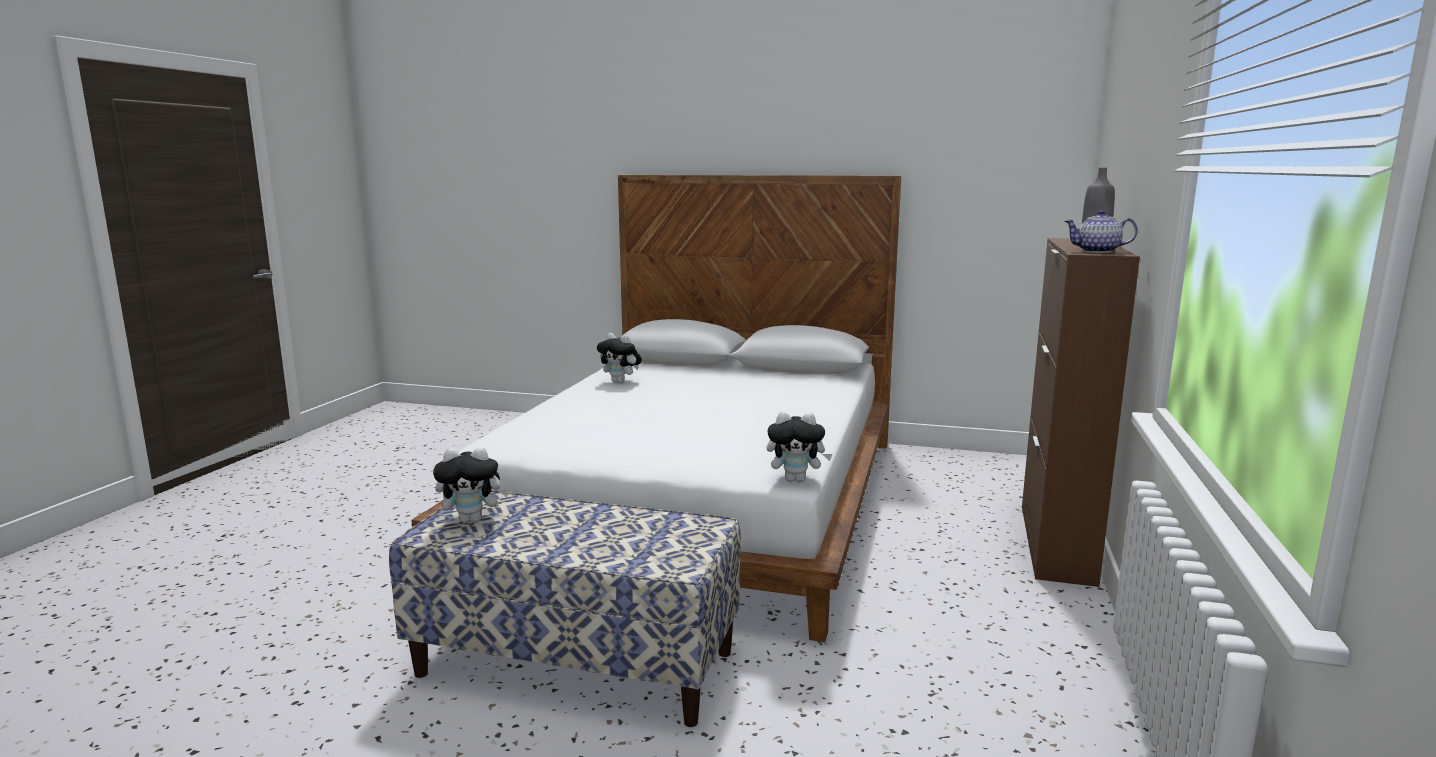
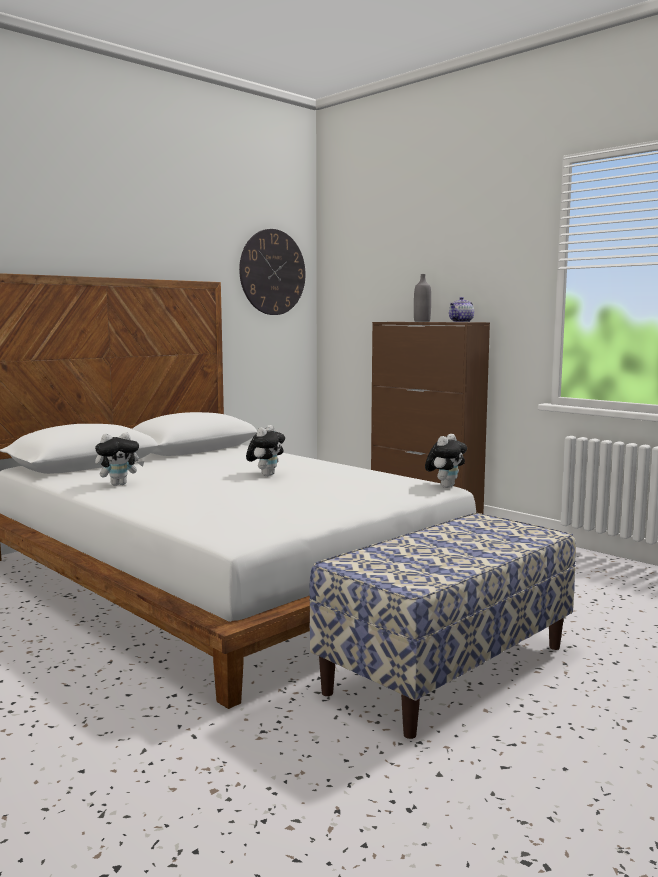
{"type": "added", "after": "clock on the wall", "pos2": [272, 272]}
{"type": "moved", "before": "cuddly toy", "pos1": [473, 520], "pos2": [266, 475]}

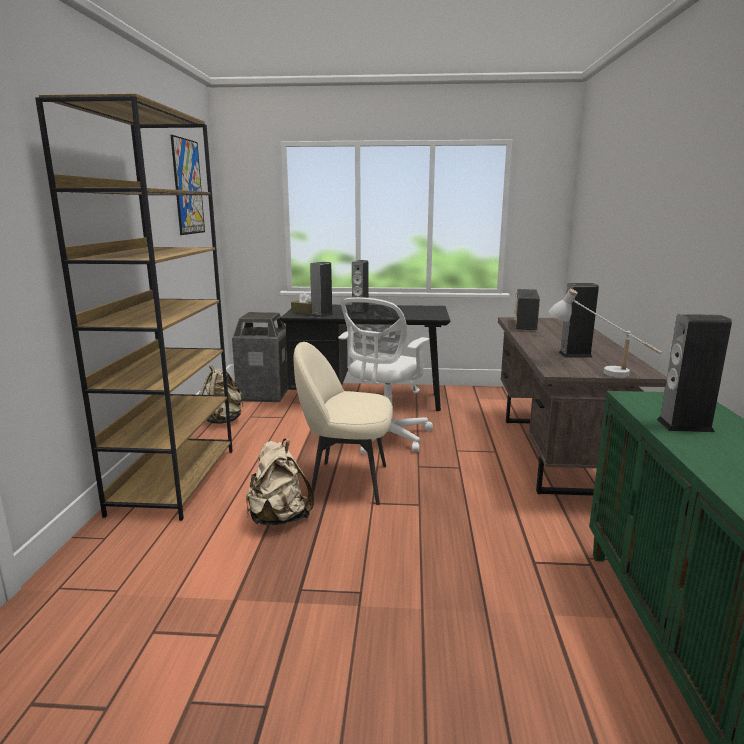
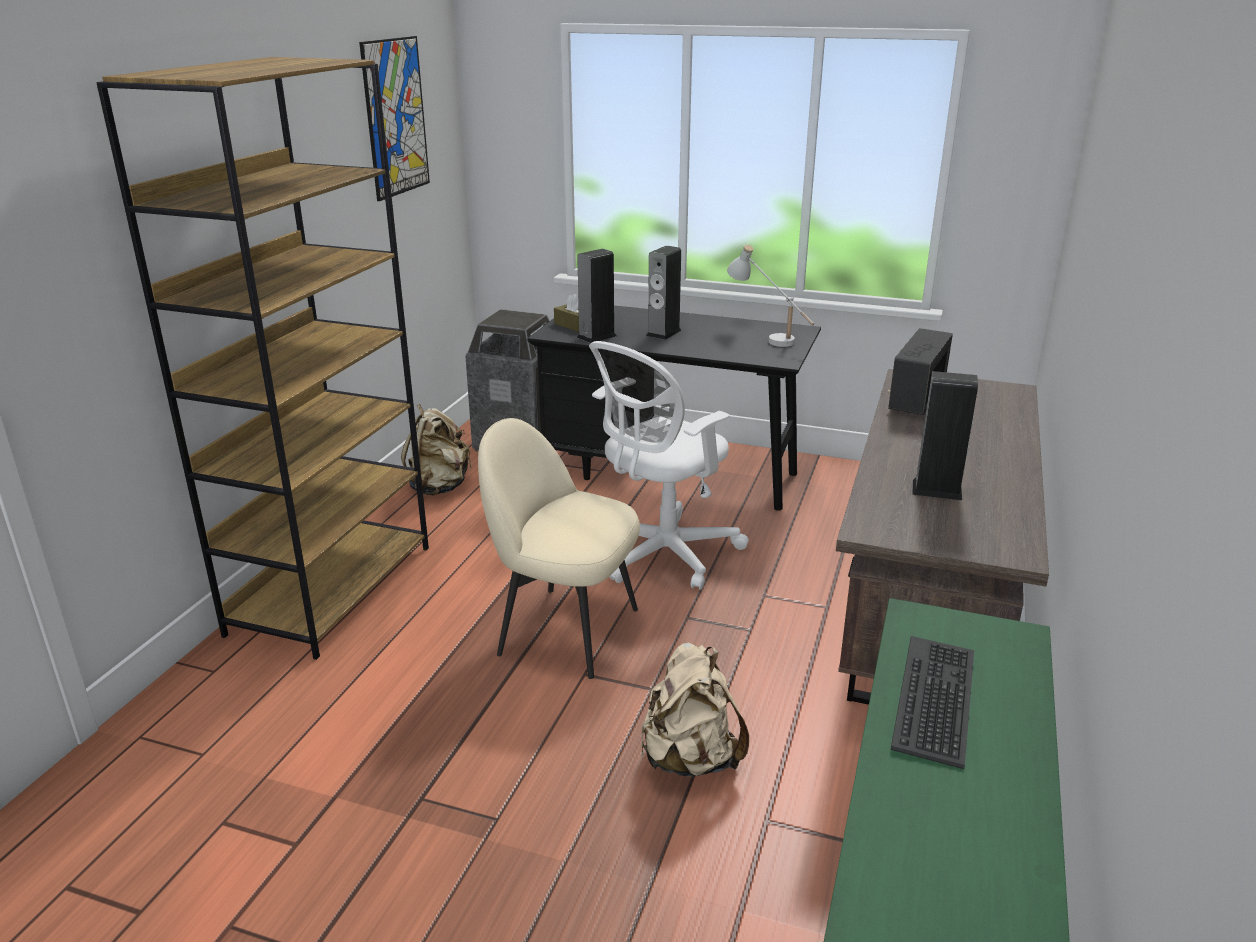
{"type": "moved", "before": "beige rucksack", "pos1": [279, 518], "pos2": [690, 758]}
{"type": "moved", "before": "whitish table lamp", "pos1": [597, 370], "pos2": [768, 337]}
{"type": "replaced", "before": "loudspeaker", "after": "keyboard", "pos1": [684, 425], "pos2": [936, 699]}

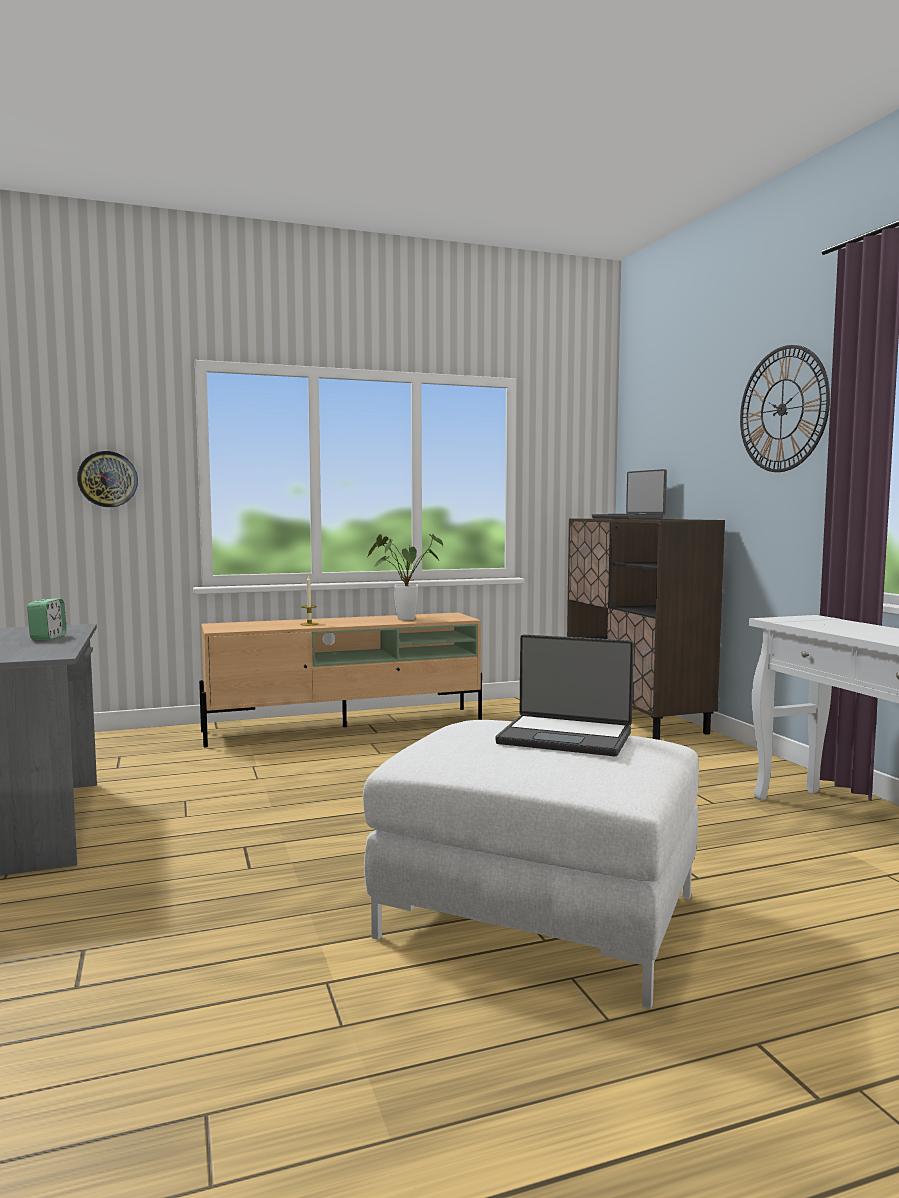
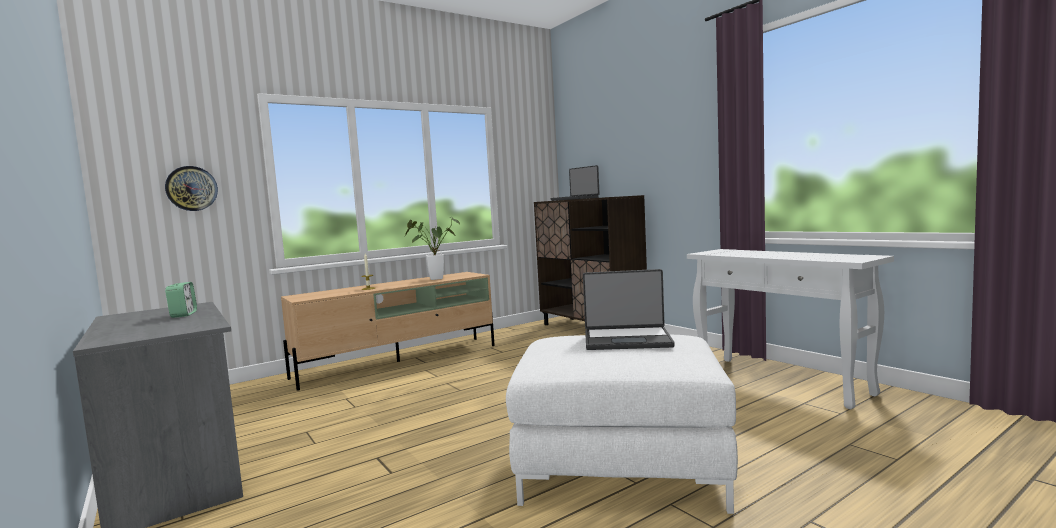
{"type": "removed", "before": "clock on the wall", "pos1": [782, 409]}

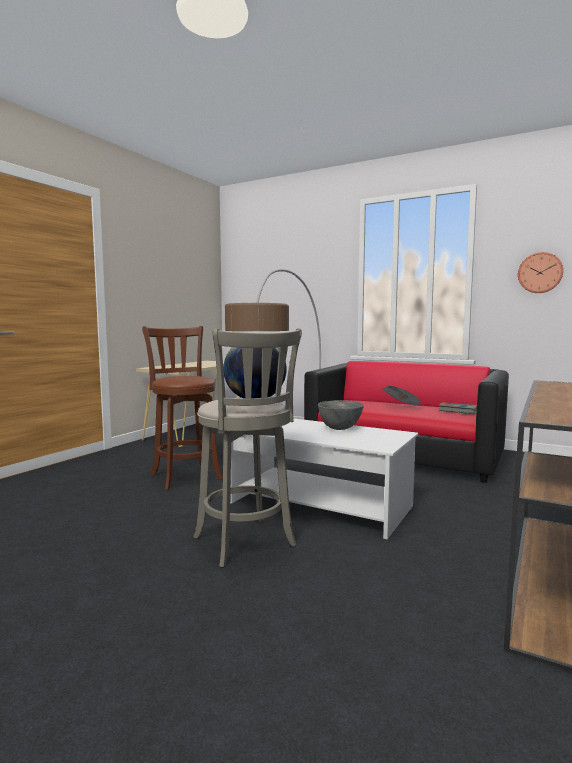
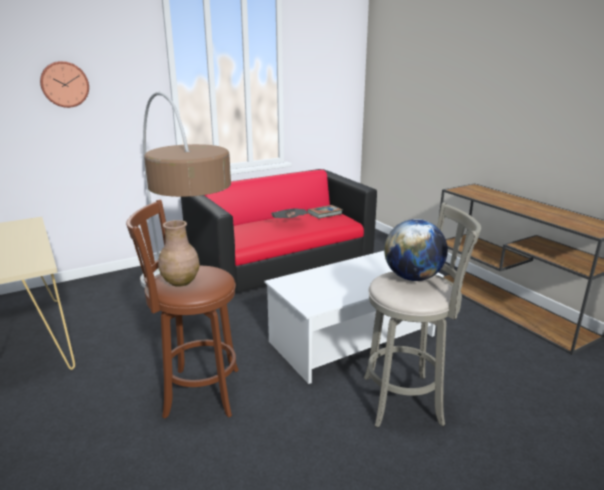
{"type": "moved", "before": "clock on the wall", "pos1": [540, 273], "pos2": [64, 84]}
{"type": "added", "after": "brown flower vase", "pos2": [180, 282]}
{"type": "removed", "before": "greyish bowl", "pos1": [339, 428]}

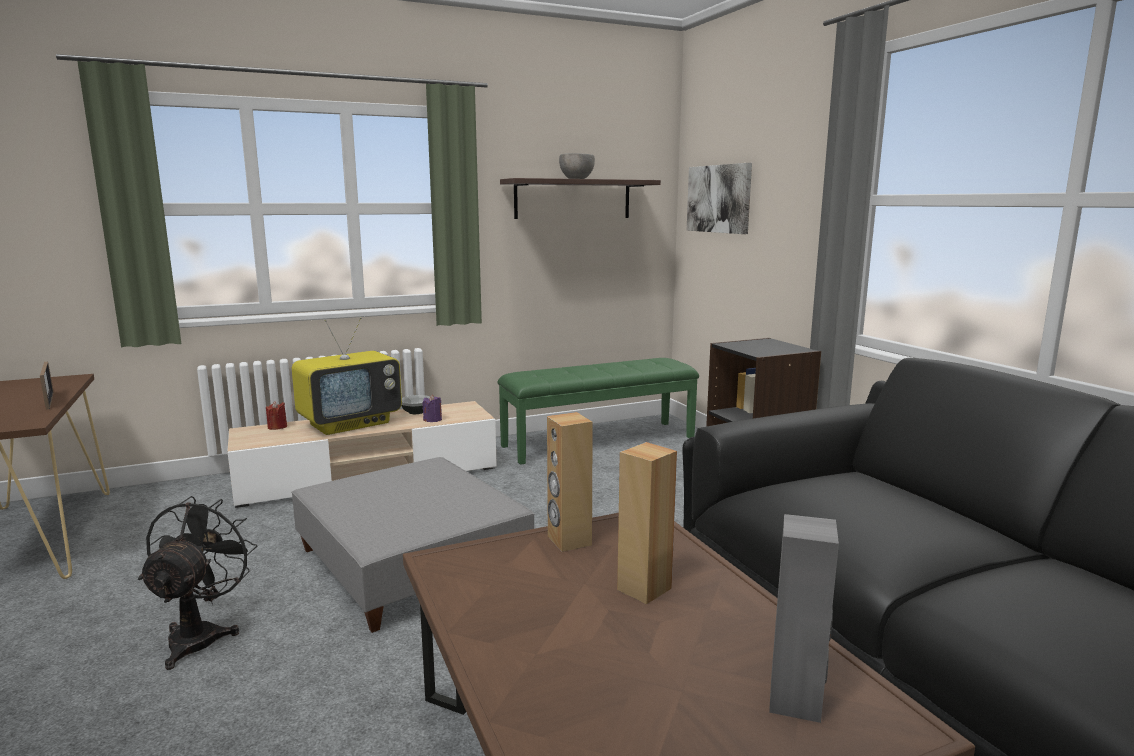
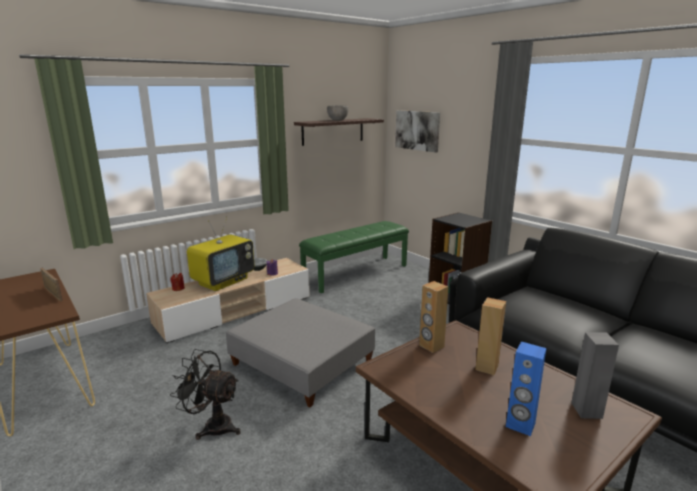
{"type": "turned", "before": "black-coloured cooling fan", "pos1": [201, 635], "pos2": [212, 426], "turn": -60}
{"type": "added", "after": "blue-coloured loudspeaker", "pos2": [520, 425]}

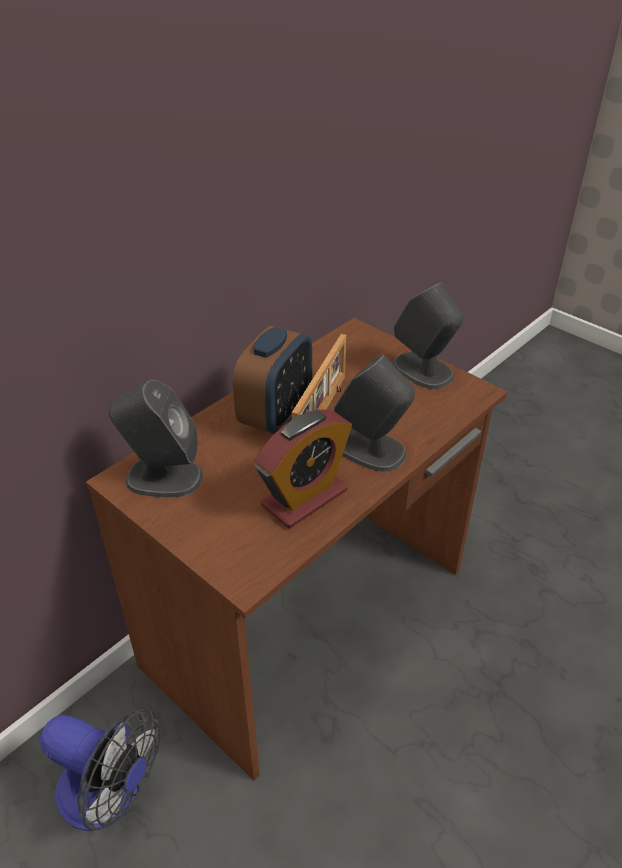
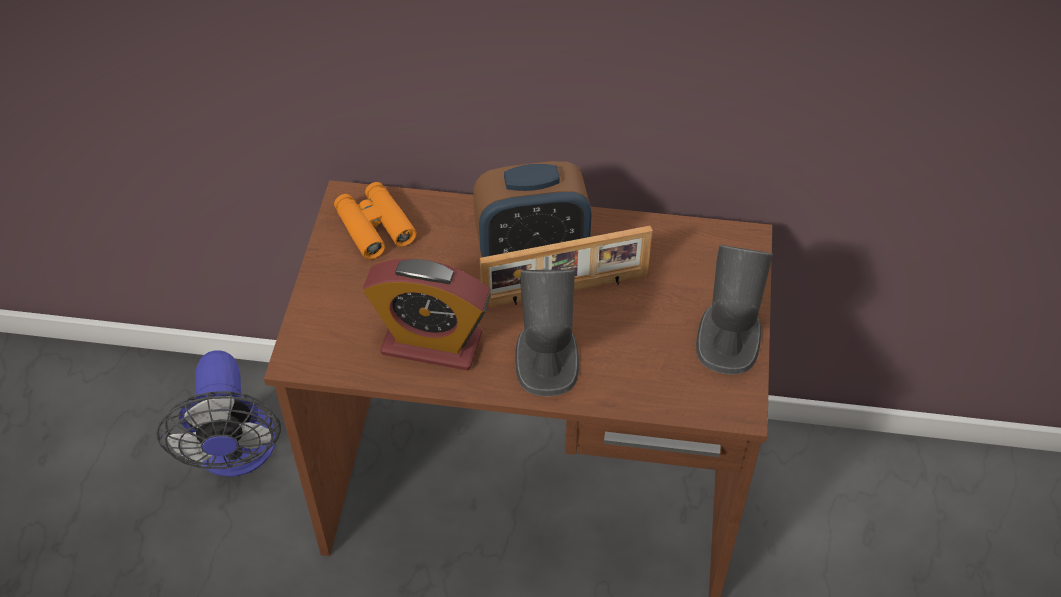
{"type": "replaced", "before": "greyish loudspeaker", "after": "orange pair of binoculars", "pos1": [163, 477], "pos2": [375, 227]}

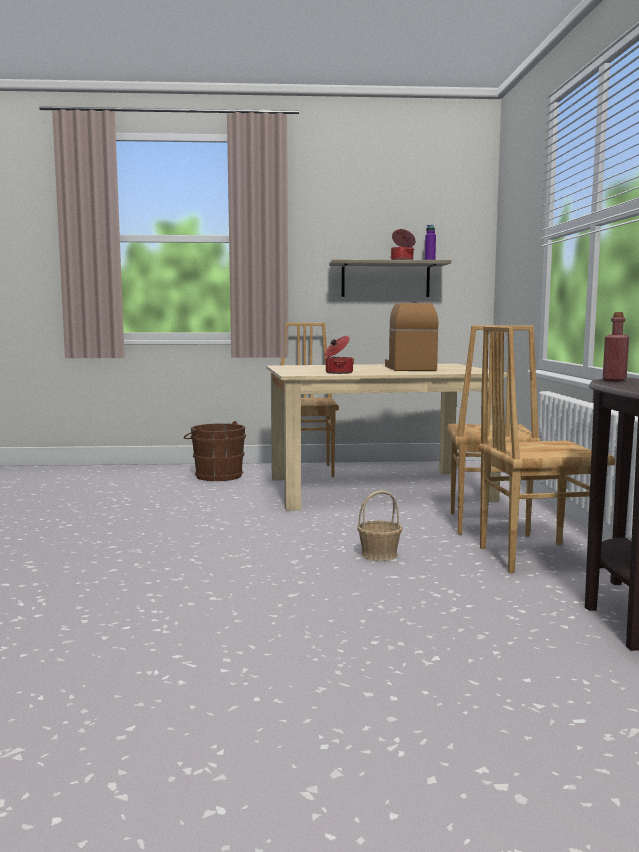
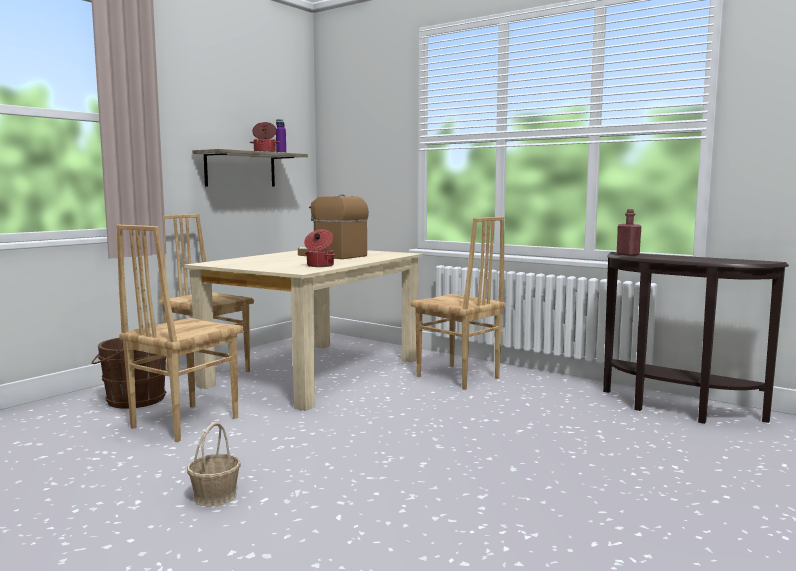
{"type": "moved", "before": "brown chair", "pos1": [534, 557], "pos2": [183, 422]}
{"type": "moved", "before": "household basket", "pos1": [379, 555], "pos2": [215, 496]}

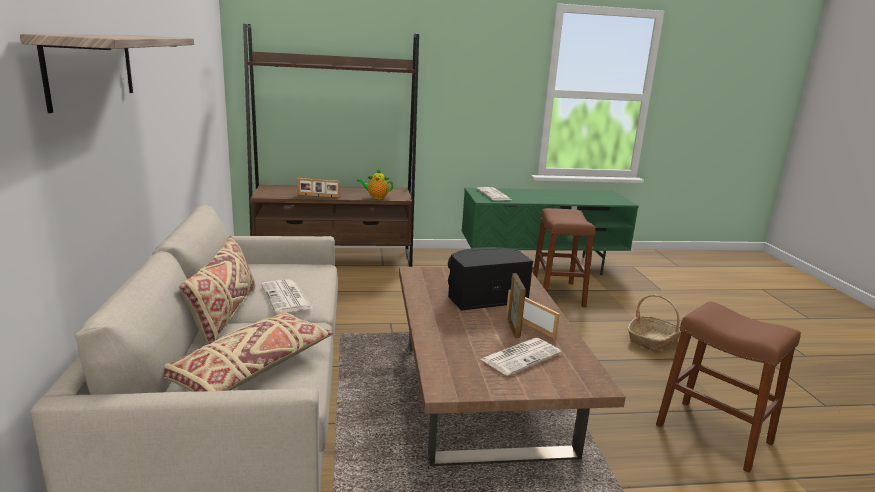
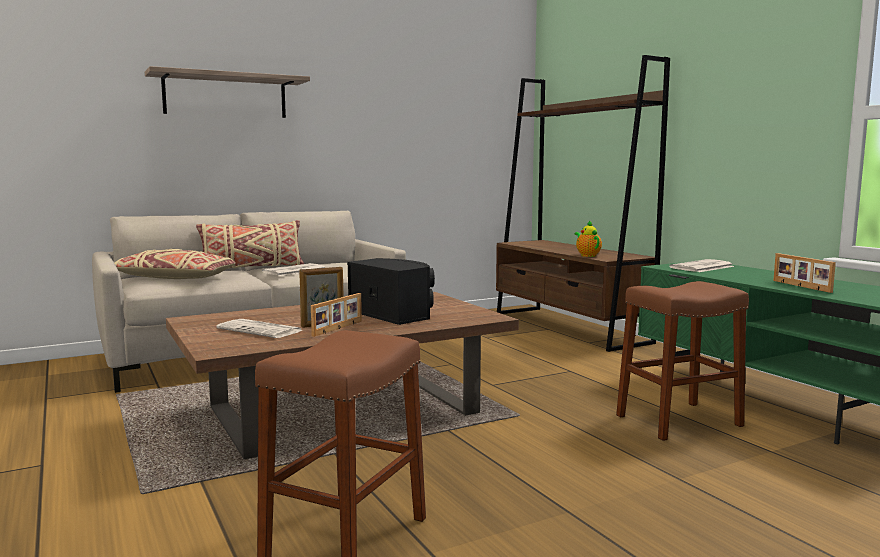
{"type": "moved", "before": "picture frame", "pos1": [318, 196], "pos2": [800, 286]}
{"type": "removed", "before": "household basket", "pos1": [653, 340]}

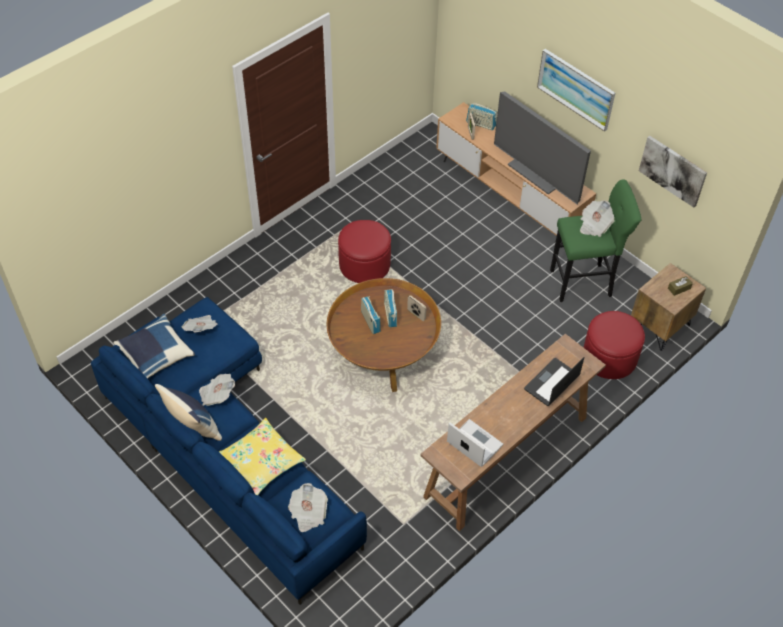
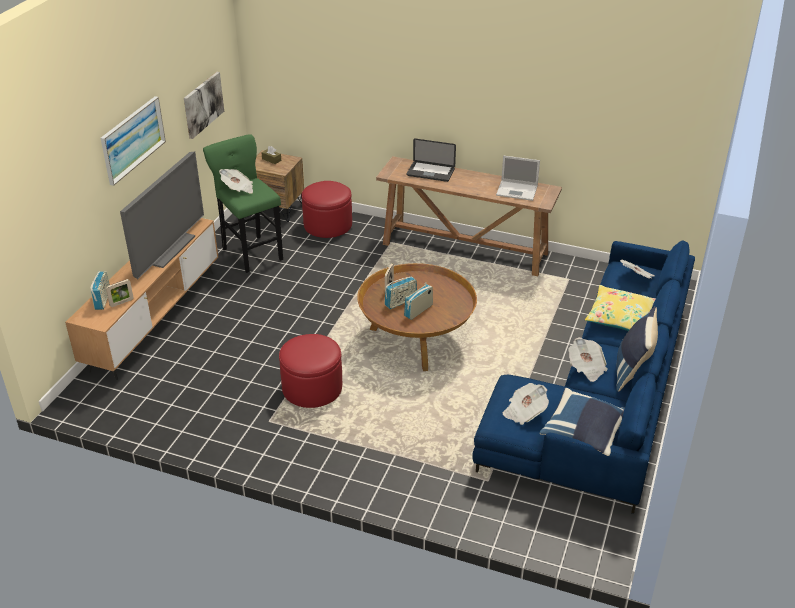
{"type": "turned", "before": "portable computer", "pos1": [473, 443], "pos2": [517, 191], "turn": -90}

